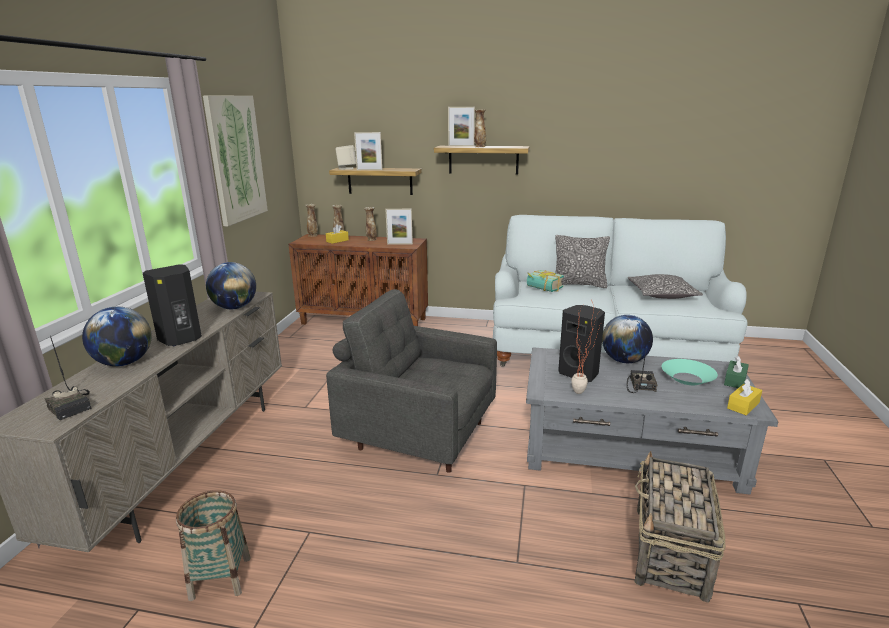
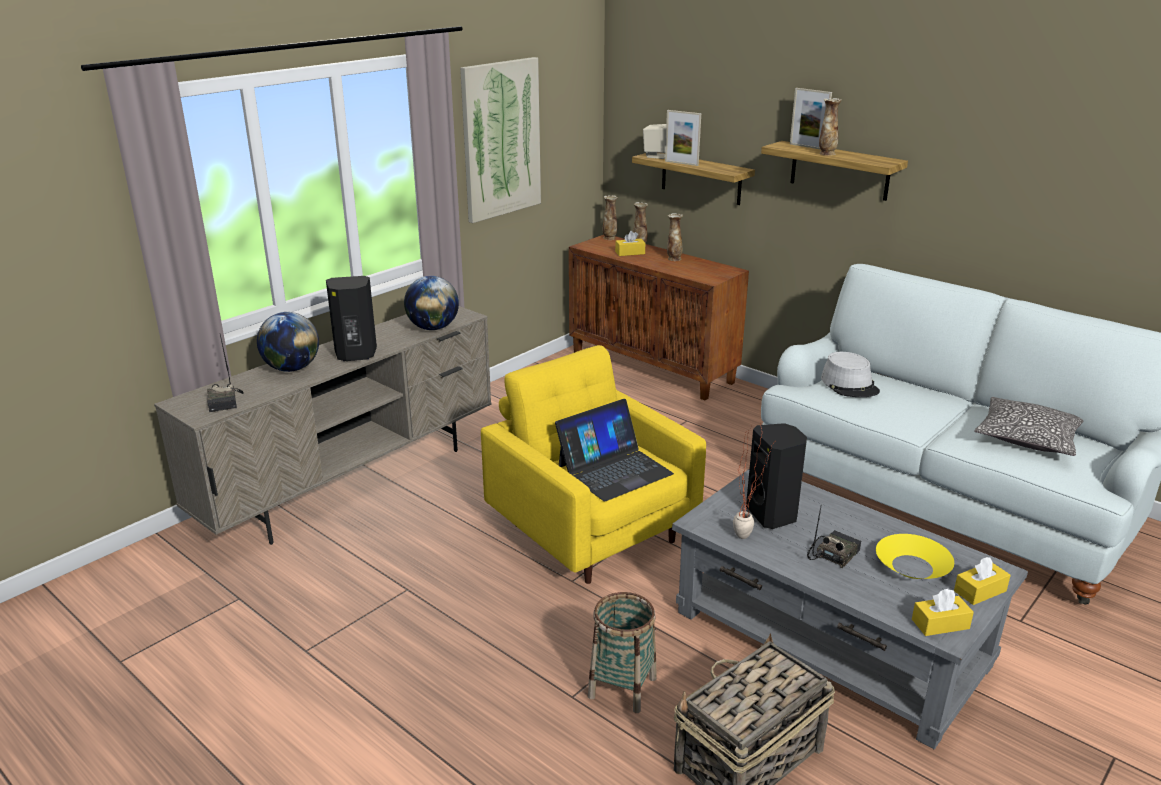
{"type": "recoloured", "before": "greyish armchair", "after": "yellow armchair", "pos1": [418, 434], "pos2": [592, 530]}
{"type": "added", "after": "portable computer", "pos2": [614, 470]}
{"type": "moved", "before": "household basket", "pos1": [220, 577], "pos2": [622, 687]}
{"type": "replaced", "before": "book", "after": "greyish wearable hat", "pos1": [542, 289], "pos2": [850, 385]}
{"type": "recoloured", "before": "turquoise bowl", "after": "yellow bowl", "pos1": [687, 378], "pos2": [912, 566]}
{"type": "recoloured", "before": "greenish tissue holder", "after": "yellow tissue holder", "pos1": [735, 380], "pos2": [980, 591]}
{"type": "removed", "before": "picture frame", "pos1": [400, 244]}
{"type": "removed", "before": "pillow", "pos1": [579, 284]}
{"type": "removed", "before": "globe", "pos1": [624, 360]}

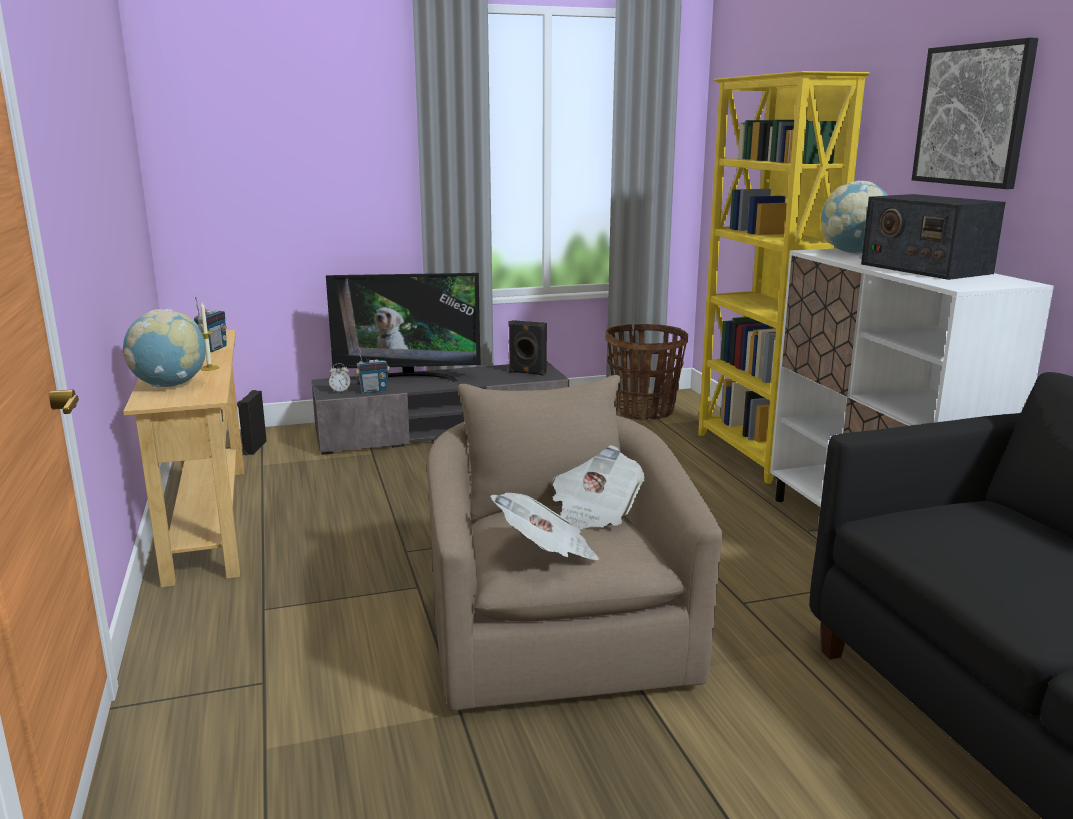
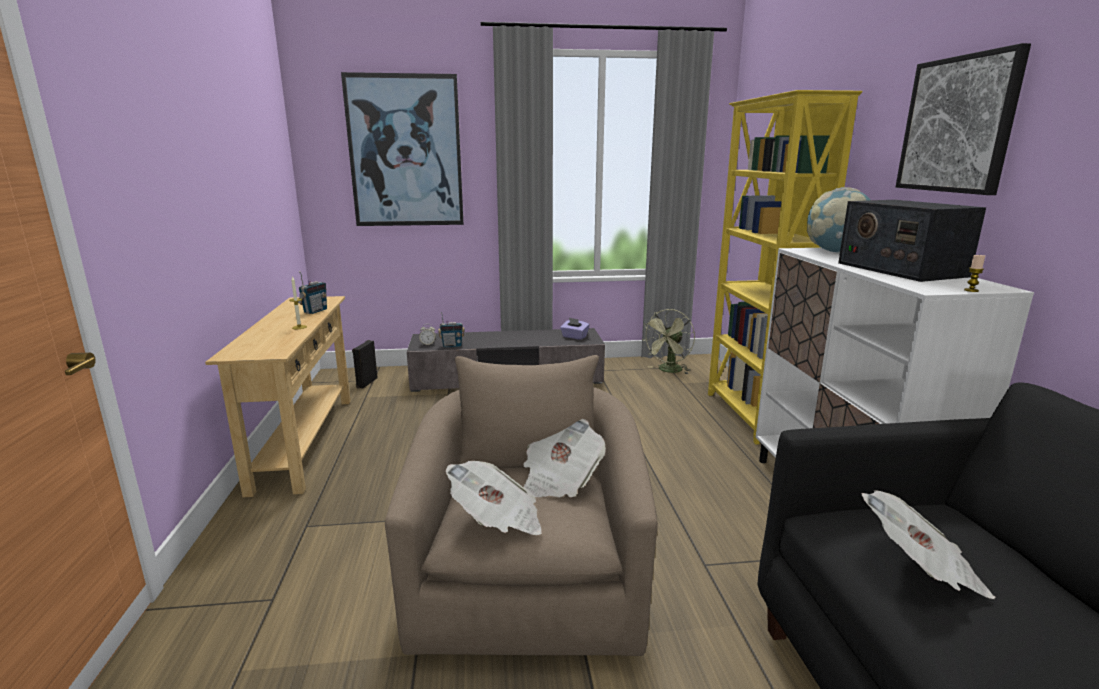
{"type": "added", "after": "picture", "pos2": [405, 152]}
{"type": "replaced", "before": "black-coloured loudspeaker", "after": "purplish tissue holder", "pos1": [527, 373], "pos2": [574, 337]}
{"type": "replaced", "before": "household basket", "after": "greenish cooling fan", "pos1": [643, 411], "pos2": [668, 371]}
{"type": "added", "after": "printed paper", "pos2": [919, 569]}
{"type": "added", "after": "wax light", "pos2": [971, 290]}
{"type": "removed", "before": "globe", "pos1": [170, 385]}
{"type": "removed", "before": "TV set", "pos1": [408, 378]}

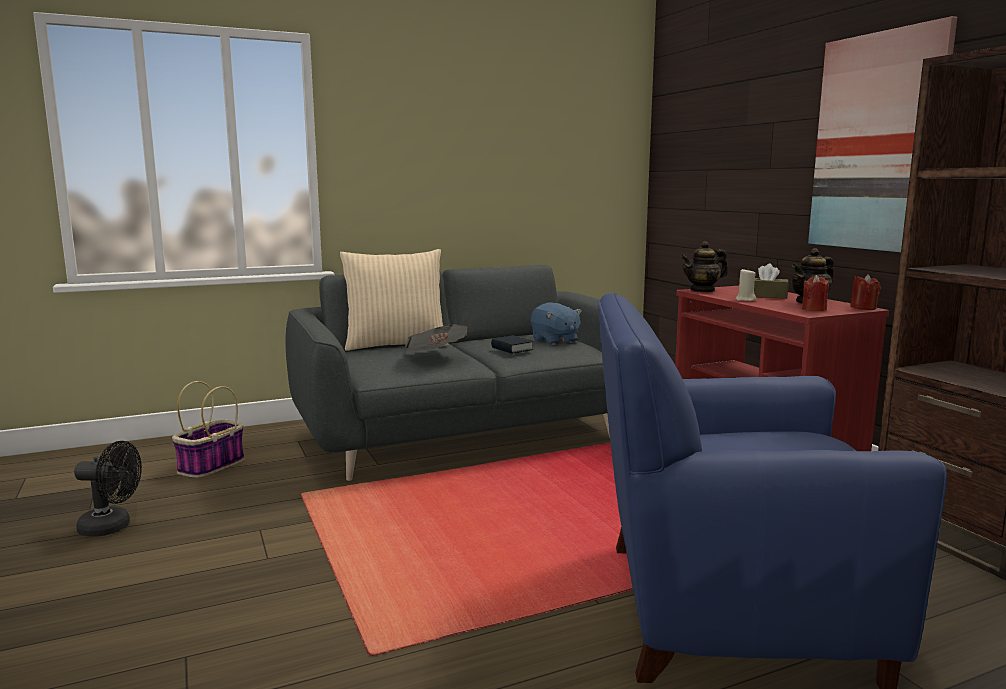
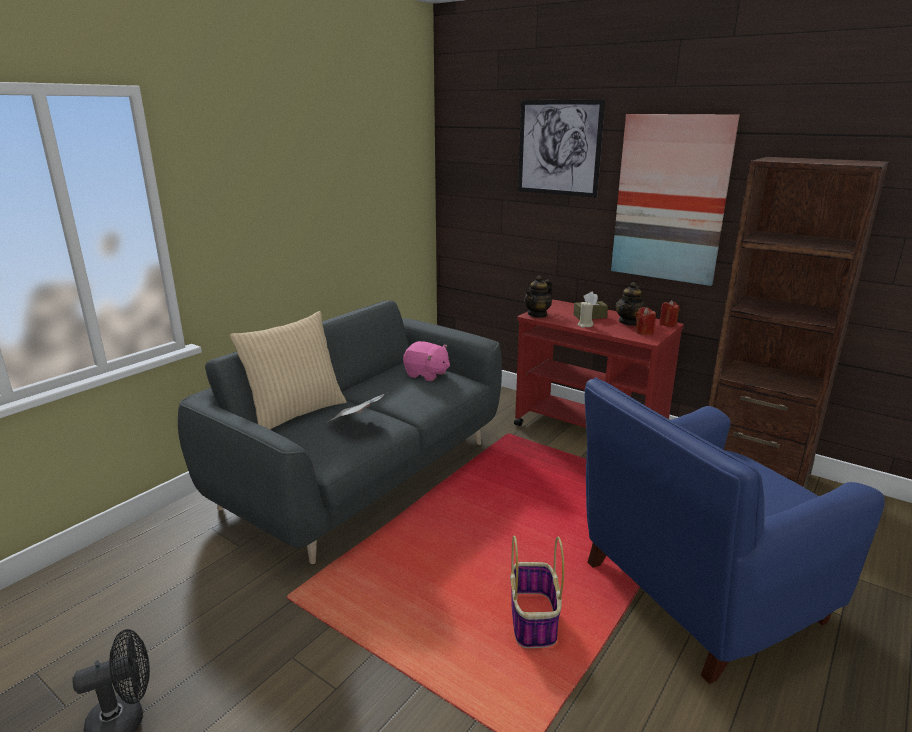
{"type": "recoloured", "before": "blue-coloured cuddly toy", "after": "pink cuddly toy", "pos1": [554, 340], "pos2": [426, 374]}
{"type": "moved", "before": "household basket", "pos1": [211, 466], "pos2": [533, 621]}
{"type": "added", "after": "picture", "pos2": [559, 148]}
{"type": "removed", "before": "book", "pos1": [512, 349]}

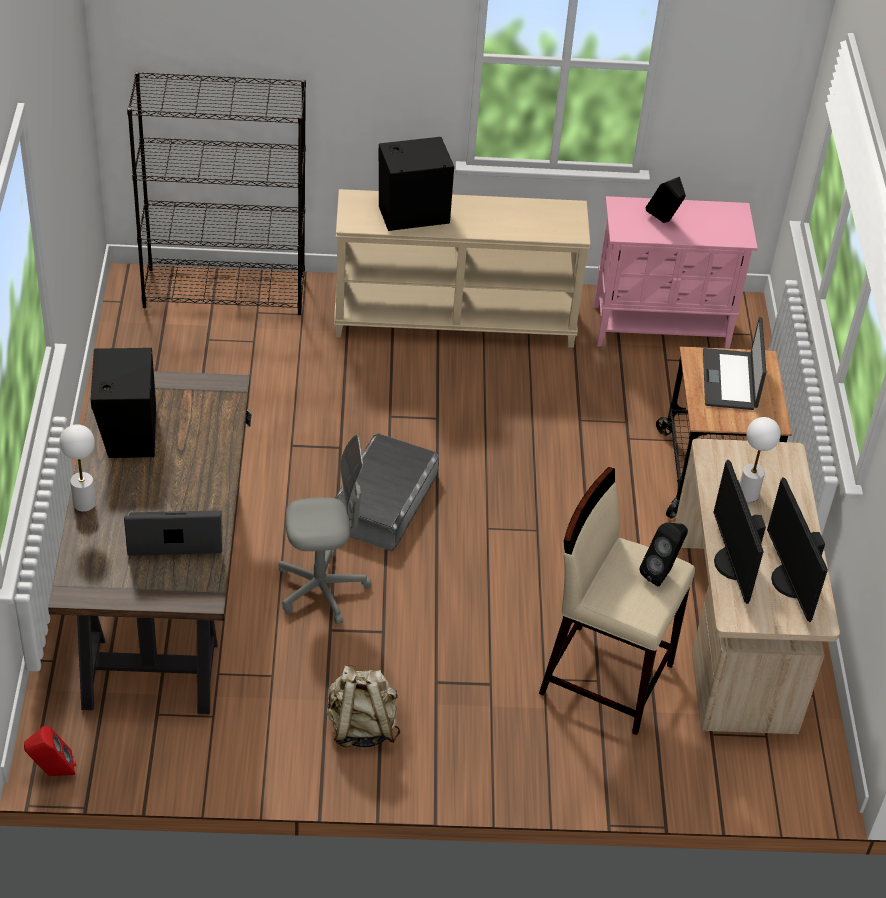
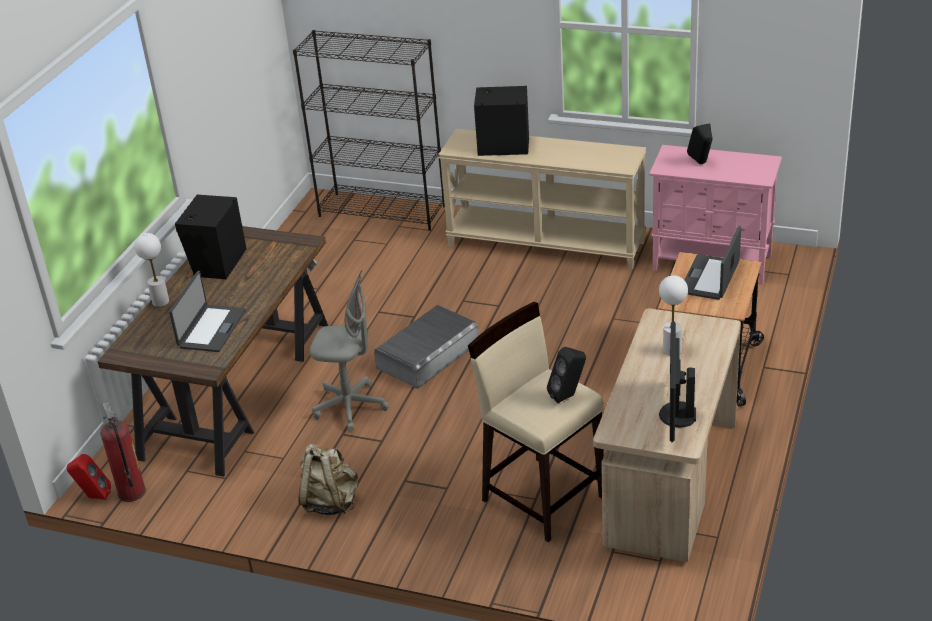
{"type": "added", "after": "extinguisher", "pos2": [131, 492]}
{"type": "turned", "before": "portable computer", "pos1": [175, 536], "pos2": [211, 329], "turn": 90}
{"type": "removed", "before": "computer screen", "pos1": [733, 564]}

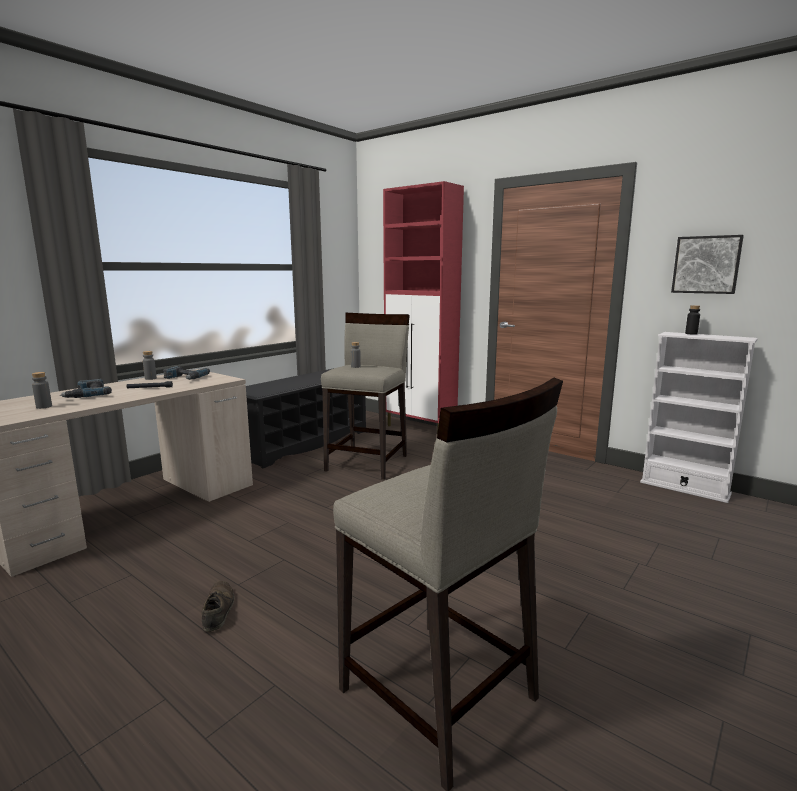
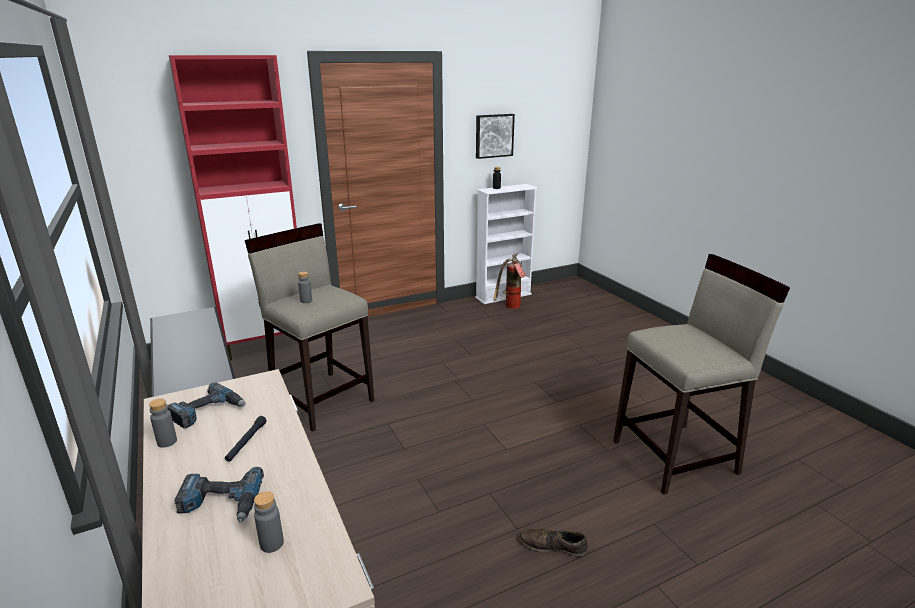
{"type": "added", "after": "extinguisher", "pos2": [510, 308]}

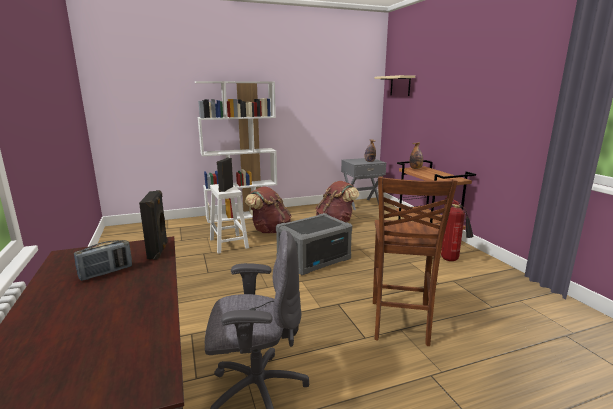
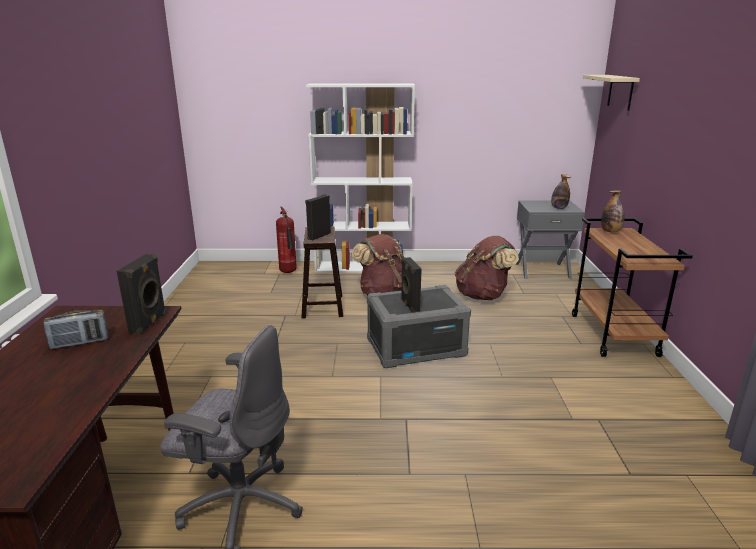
{"type": "moved", "before": "extinguisher", "pos1": [452, 260], "pos2": [289, 272]}
{"type": "recoloured", "before": "whitish stool", "after": "brown stool", "pos1": [229, 244], "pos2": [323, 307]}
{"type": "added", "after": "black-coloured loudspeaker", "pos2": [409, 305]}
{"type": "removed", "before": "brown chair", "pos1": [399, 323]}

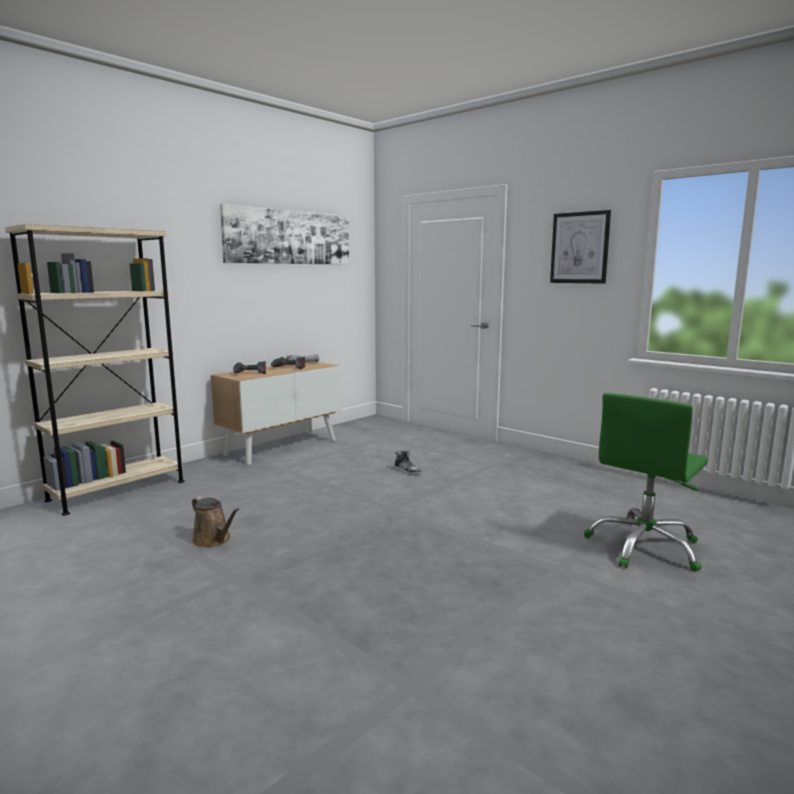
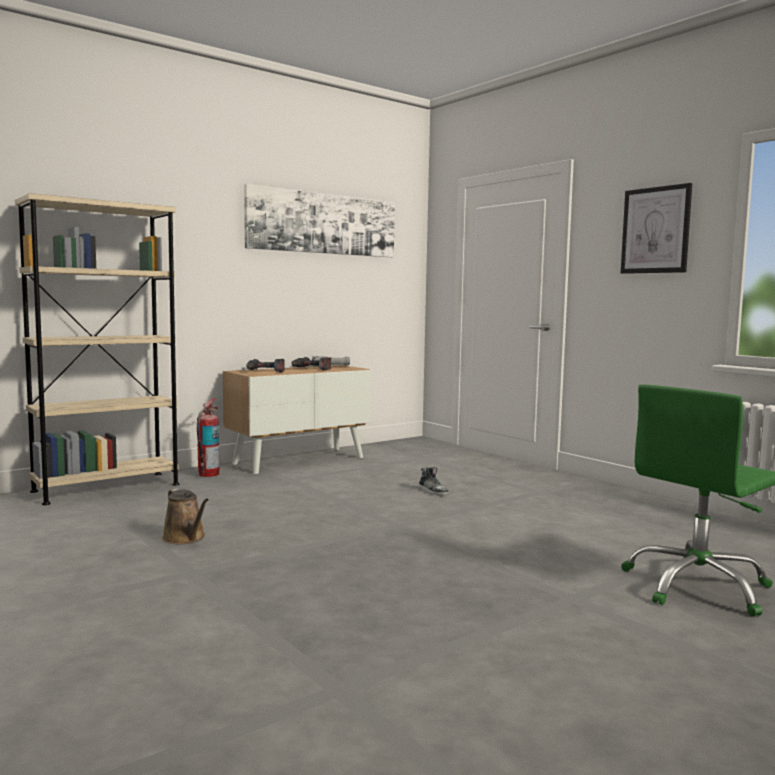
{"type": "added", "after": "extinguisher", "pos2": [208, 474]}

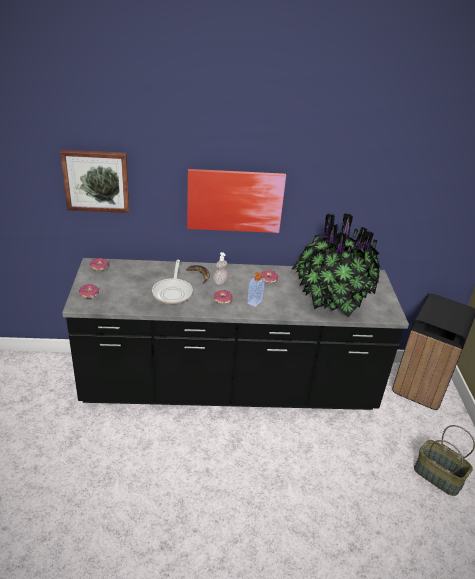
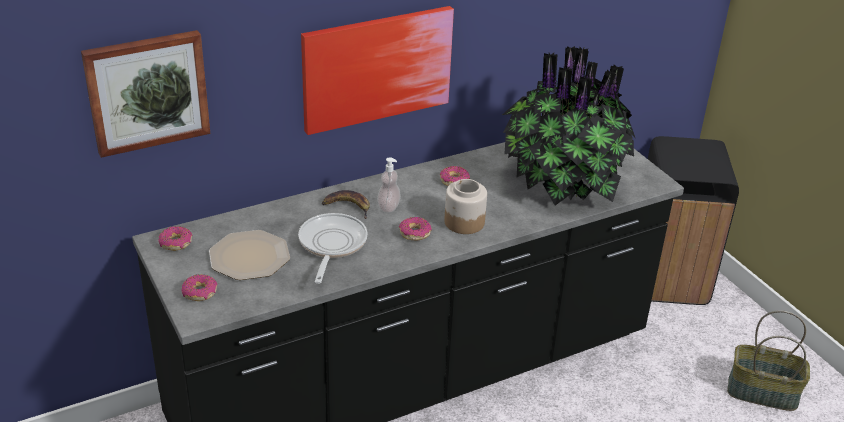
{"type": "added", "after": "dinner plate", "pos2": [248, 257]}
{"type": "turned", "before": "pan", "pos1": [173, 292], "pos2": [331, 245], "turn": -150}
{"type": "replaced", "before": "soap bottle", "after": "storage jar", "pos1": [255, 302], "pos2": [464, 222]}

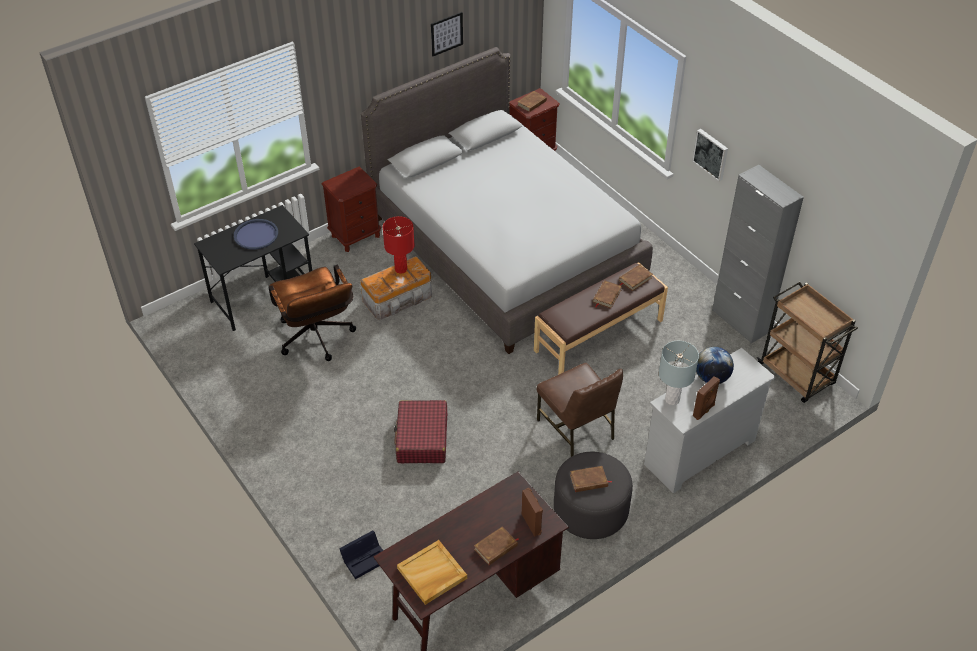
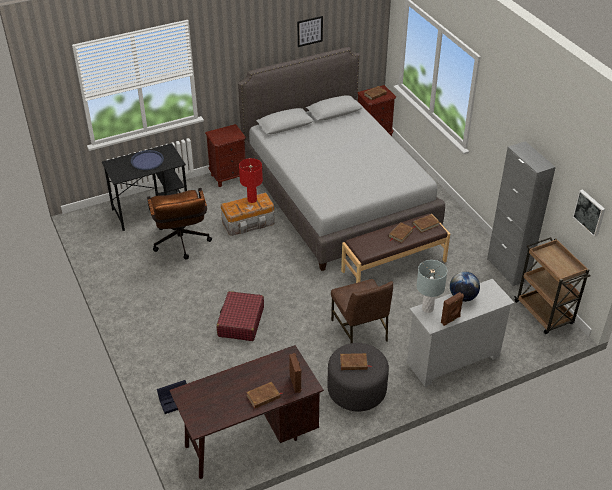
{"type": "moved", "before": "picture", "pos1": [711, 154], "pos2": [590, 212]}
{"type": "removed", "before": "beige serving tray", "pos1": [432, 574]}

